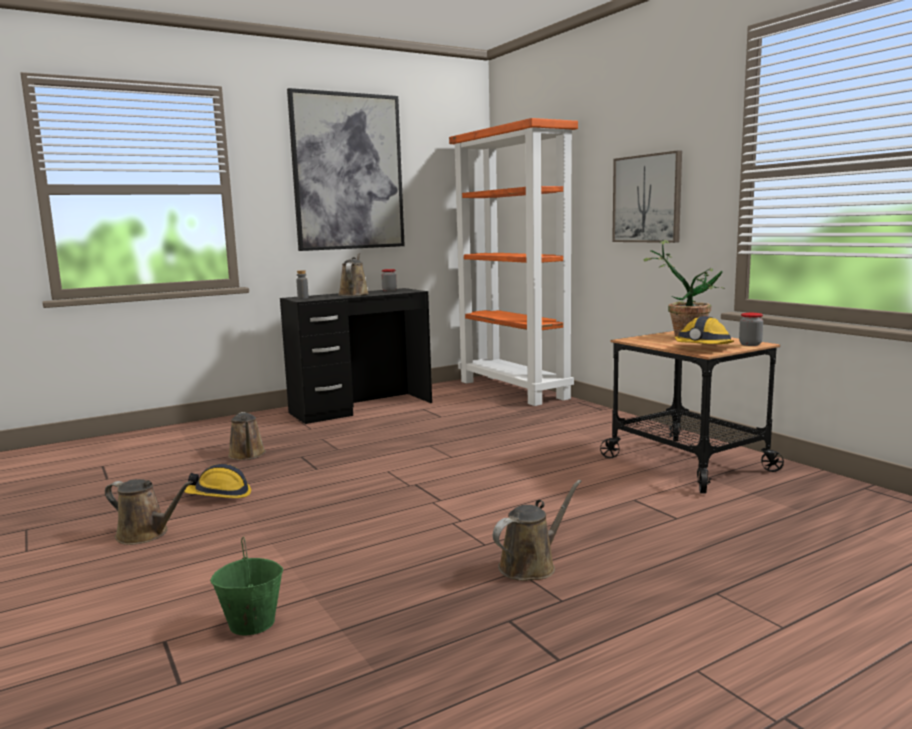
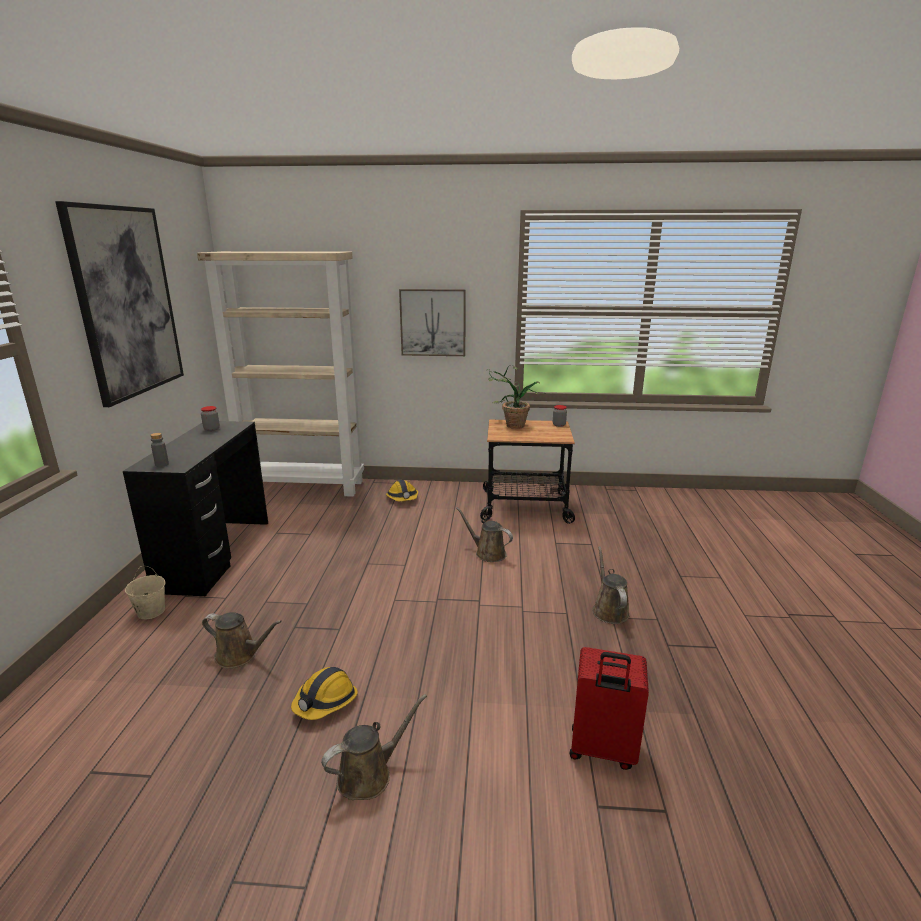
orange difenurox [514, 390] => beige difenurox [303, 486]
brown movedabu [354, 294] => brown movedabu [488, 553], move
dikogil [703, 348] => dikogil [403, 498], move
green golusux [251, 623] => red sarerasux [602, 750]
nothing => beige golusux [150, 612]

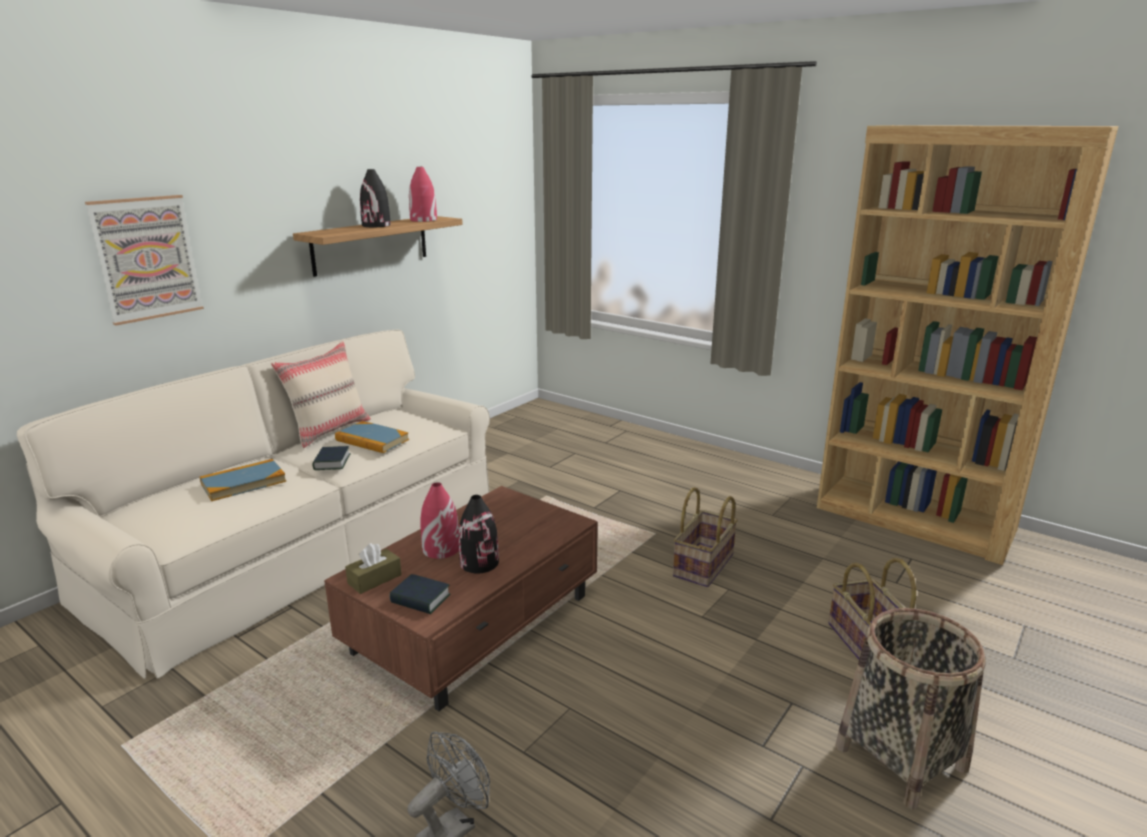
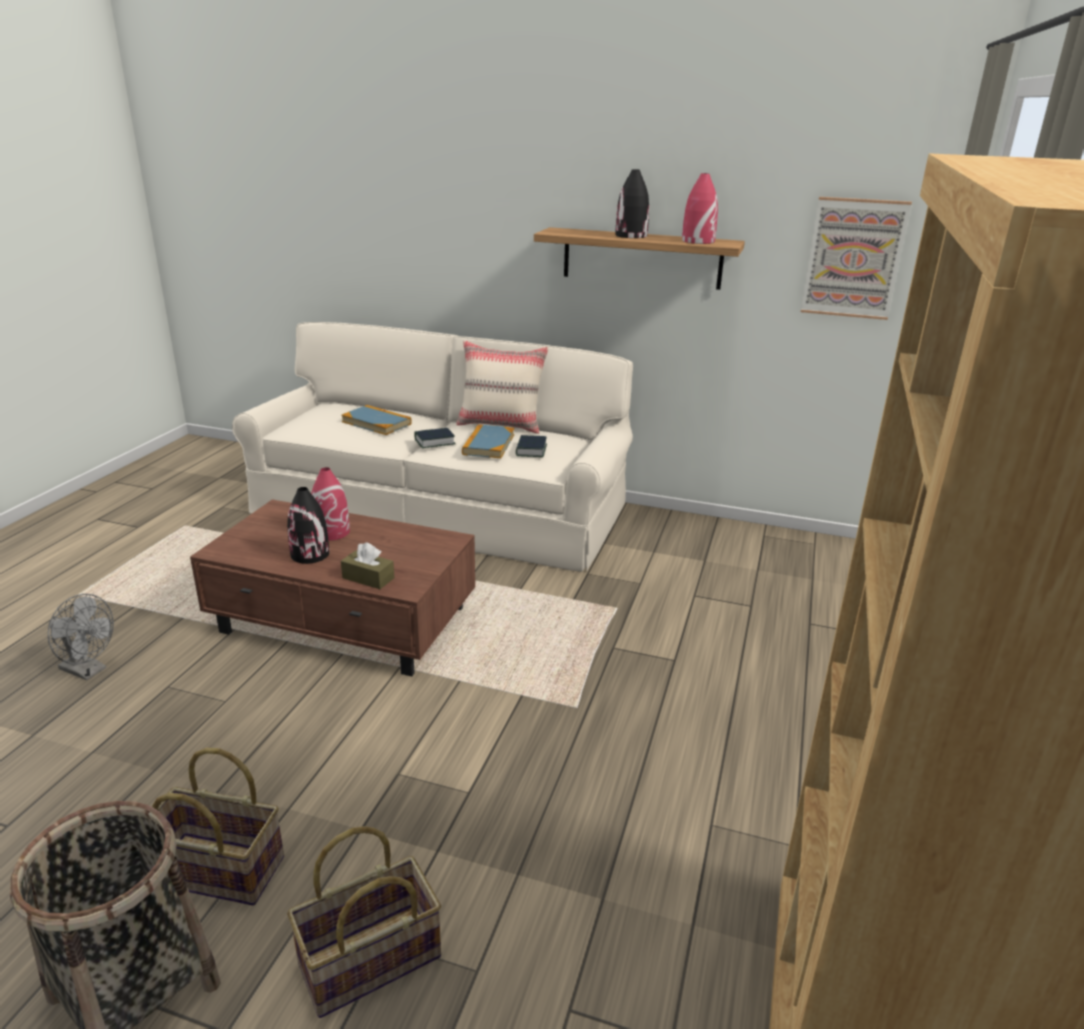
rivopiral [146, 258] => rivopiral [853, 258], move
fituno [704, 566] => fituno [216, 871], move
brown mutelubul [374, 579] => brown mutelubul [368, 578], move
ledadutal [420, 599] => ledadutal [531, 450], move

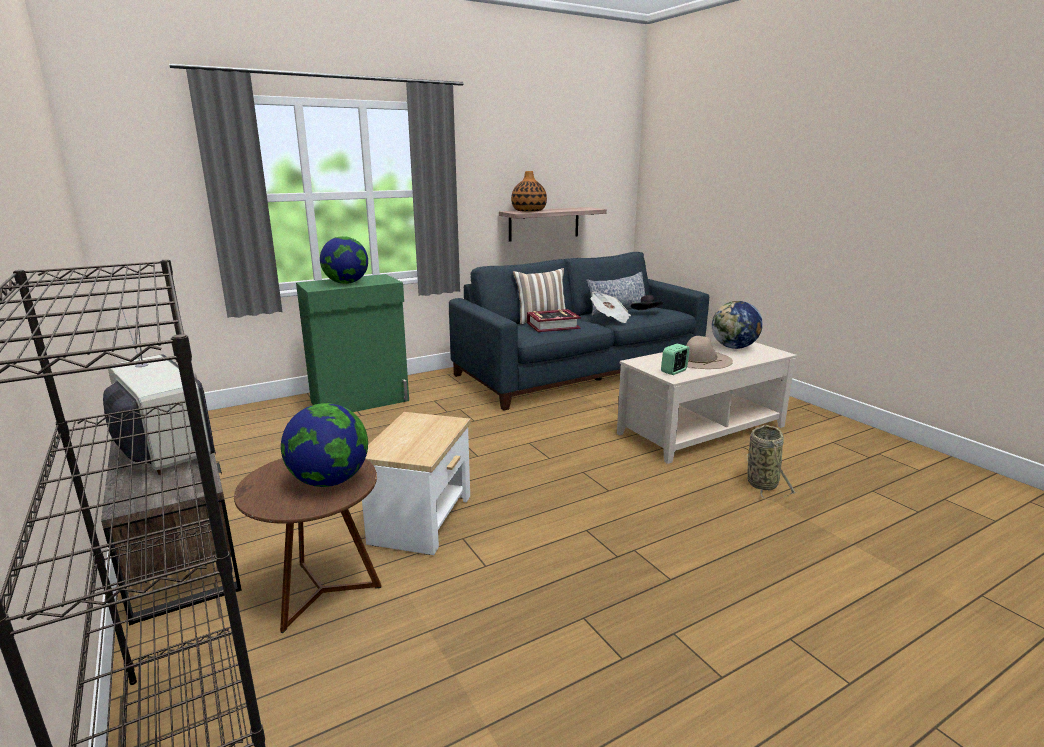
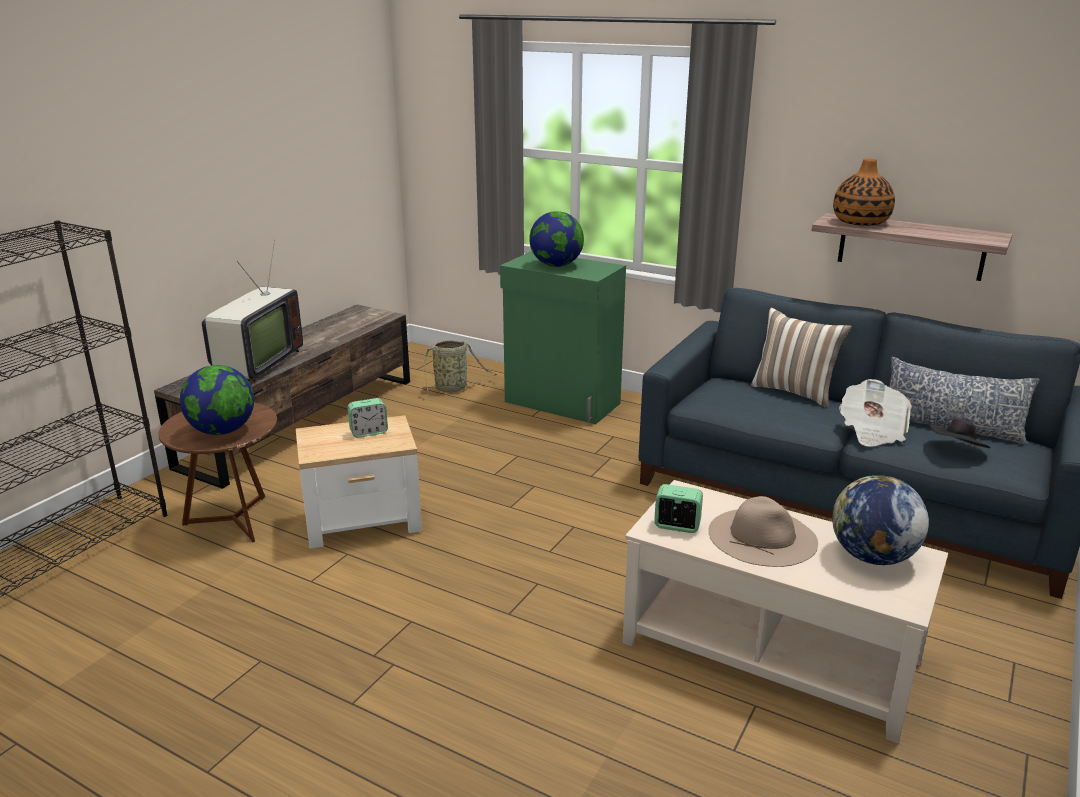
ledadutal [553, 326] => nothing
fituno [761, 482] => fituno [453, 388], move
nothing => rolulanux [369, 432]

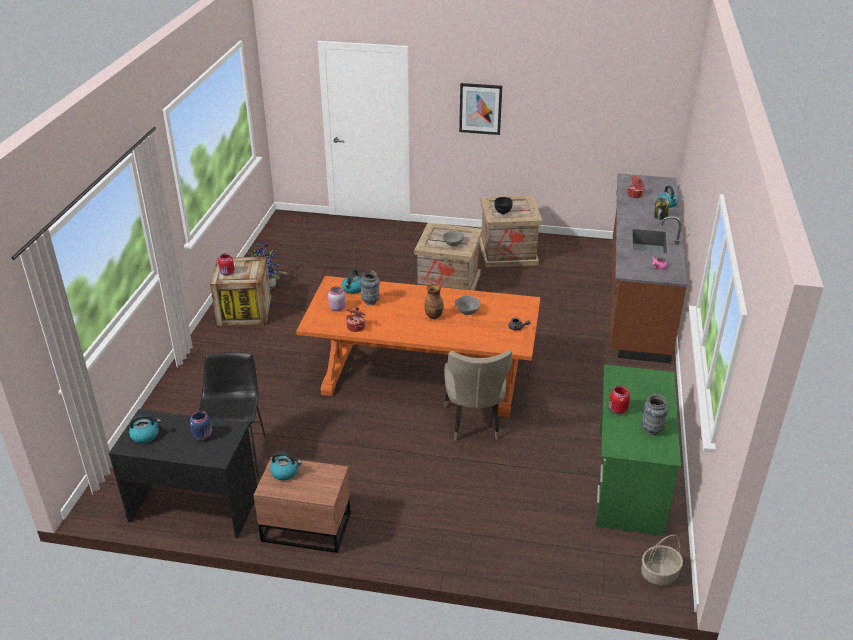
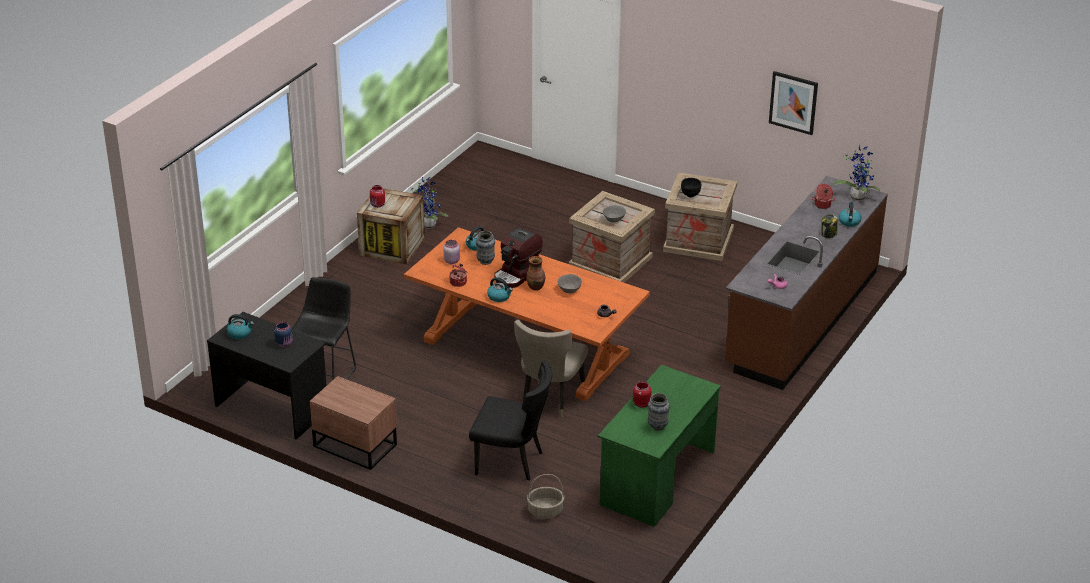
rivopiral [480, 108] => rivopiral [793, 102], move
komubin [285, 472] => komubin [499, 297], move
fituno [659, 574] => fituno [545, 511], move
nothing => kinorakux [857, 196]
nothing => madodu [517, 275]
nothing => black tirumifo [512, 462]

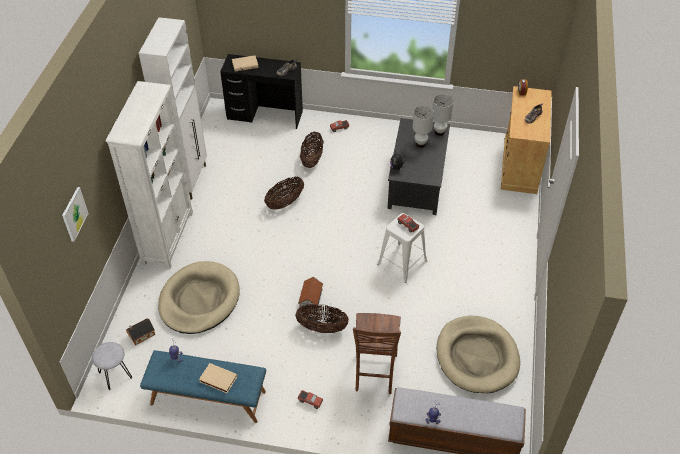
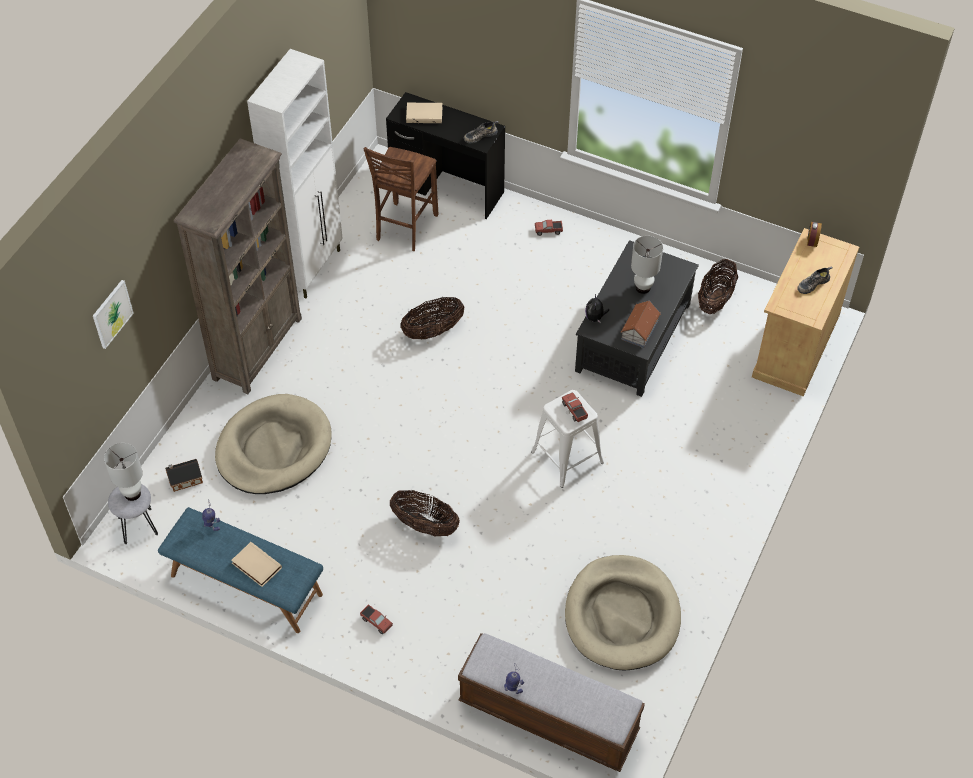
white difenurox [168, 237] => brown difenurox [258, 348]
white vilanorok [440, 132] => white vilanorok [133, 494], move
fituno [312, 159] => fituno [715, 300], move
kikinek [310, 299] => kikinek [639, 330], move
brown tirumifo [374, 373] => brown tirumifo [404, 228], move

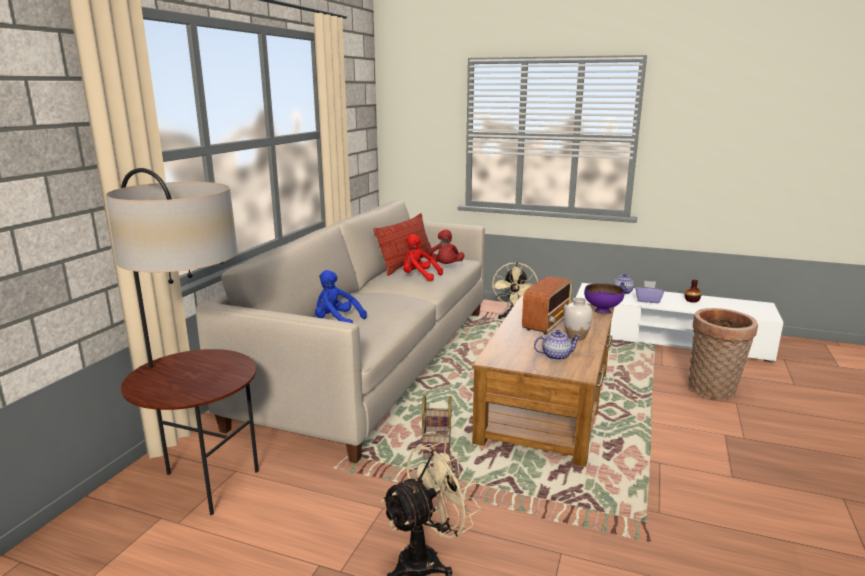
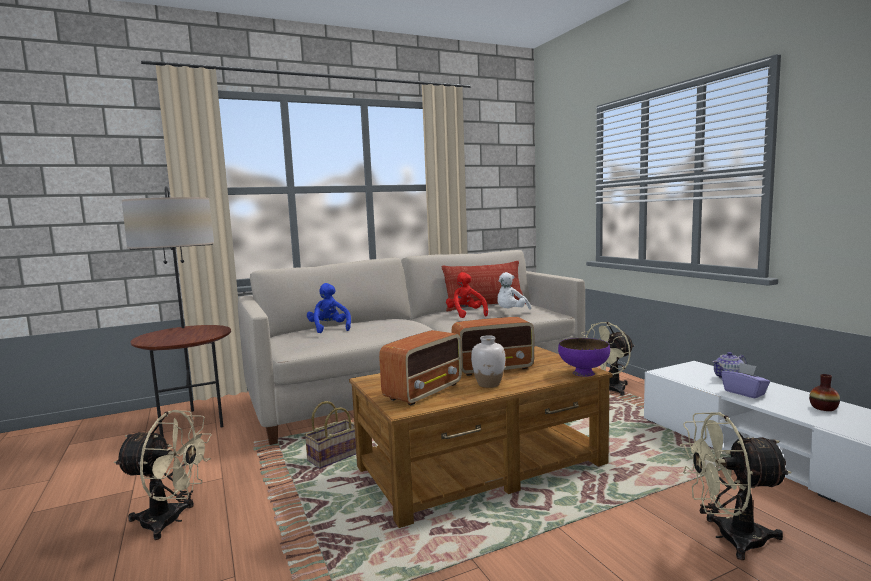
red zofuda [445, 267] => white zofuda [511, 312]
fituno [713, 391] => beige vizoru [729, 538]
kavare [555, 356] => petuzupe [424, 391]

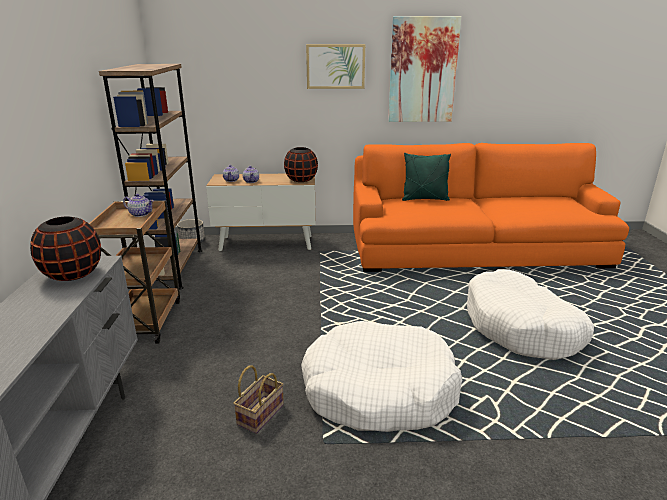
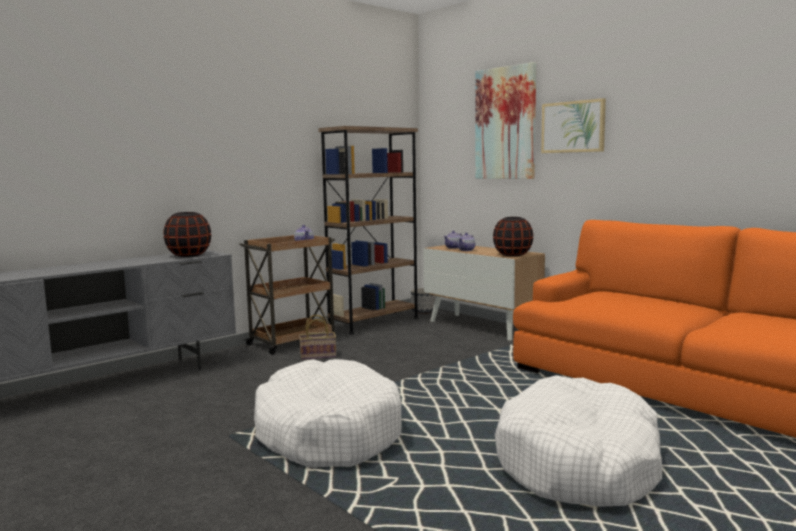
rivopiral [423, 71] => rivopiral [505, 123], move
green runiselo [424, 199] => nothing
fituno [260, 413] => fituno [319, 355], move

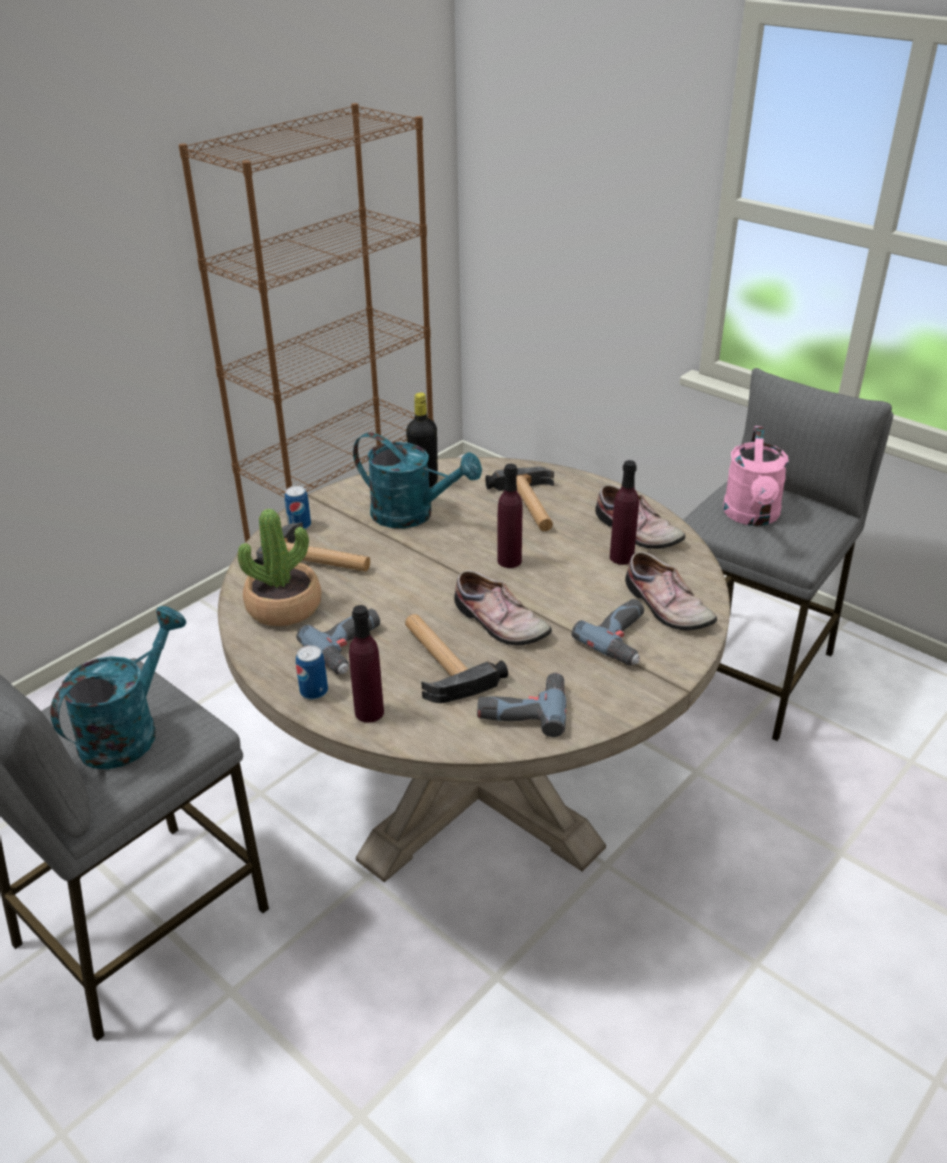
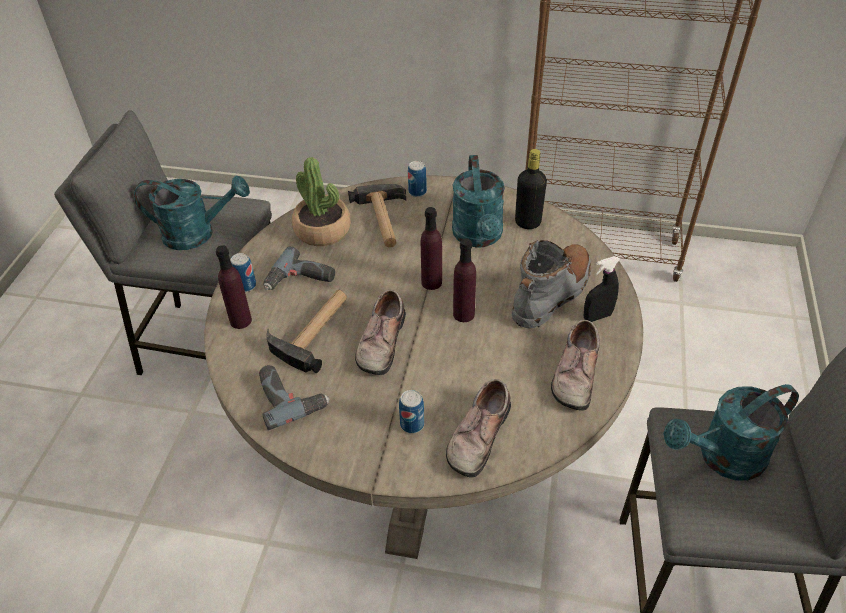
pink movedabu [752, 516] => turquoise movedabu [722, 458]
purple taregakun [621, 557] => purple taregakun [431, 282], move
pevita [531, 505] => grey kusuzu [552, 294]
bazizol [624, 639] => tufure [412, 424]
nothing => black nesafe [597, 316]

